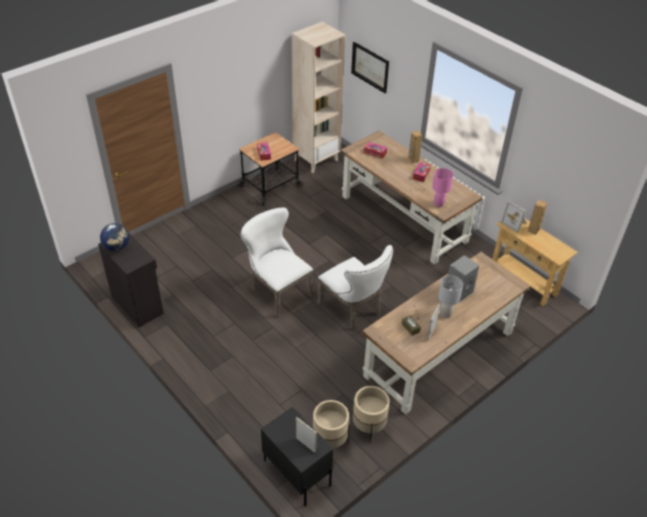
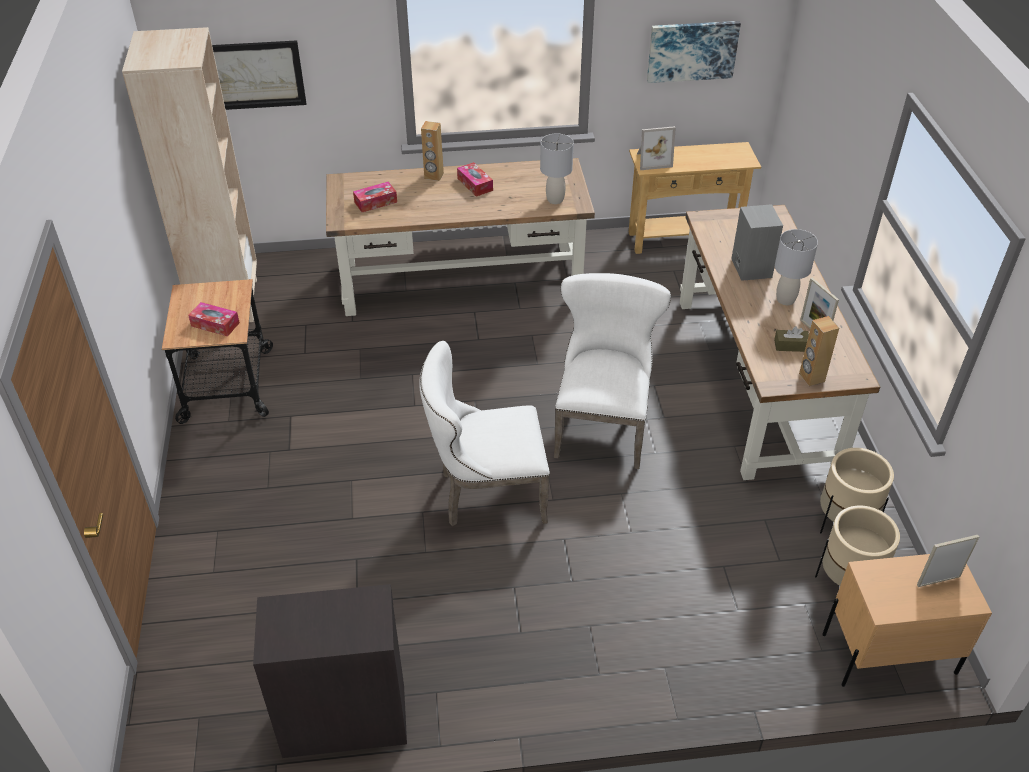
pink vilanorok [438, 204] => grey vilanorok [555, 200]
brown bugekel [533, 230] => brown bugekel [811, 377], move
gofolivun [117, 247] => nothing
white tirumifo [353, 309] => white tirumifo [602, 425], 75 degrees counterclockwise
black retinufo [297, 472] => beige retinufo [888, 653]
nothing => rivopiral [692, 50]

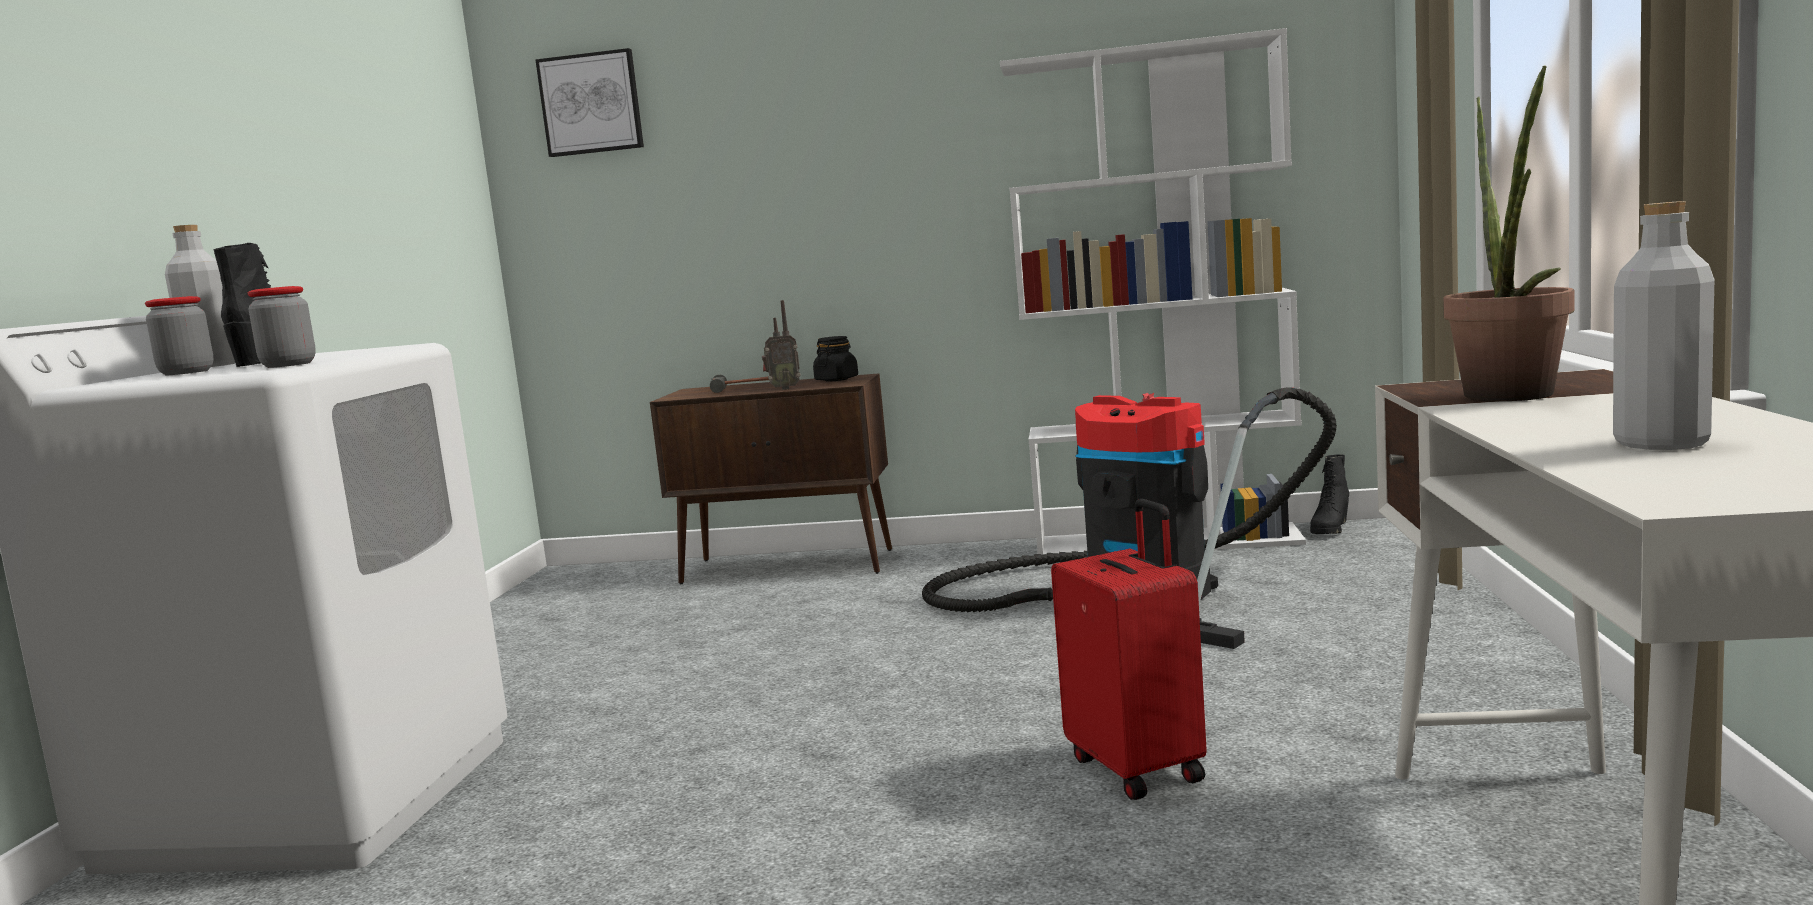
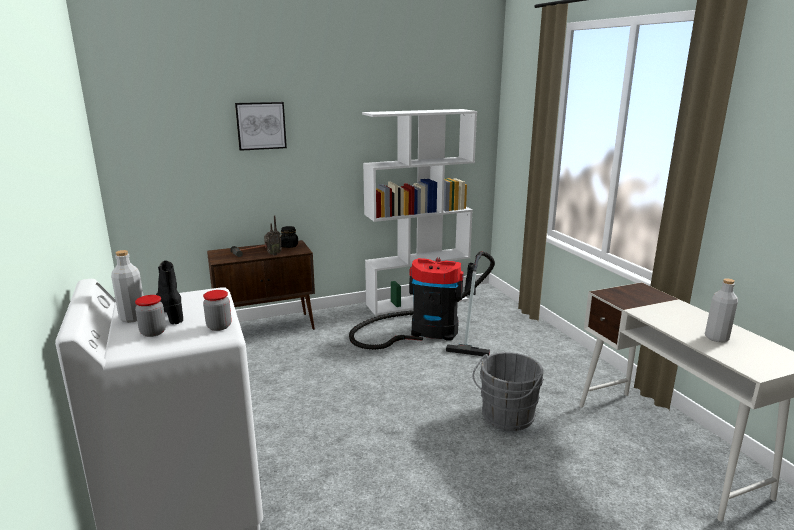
rivopiral [591, 103] => rivopiral [261, 125], move
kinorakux [1512, 398] => nothing
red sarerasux [1138, 768] => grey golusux [506, 417]

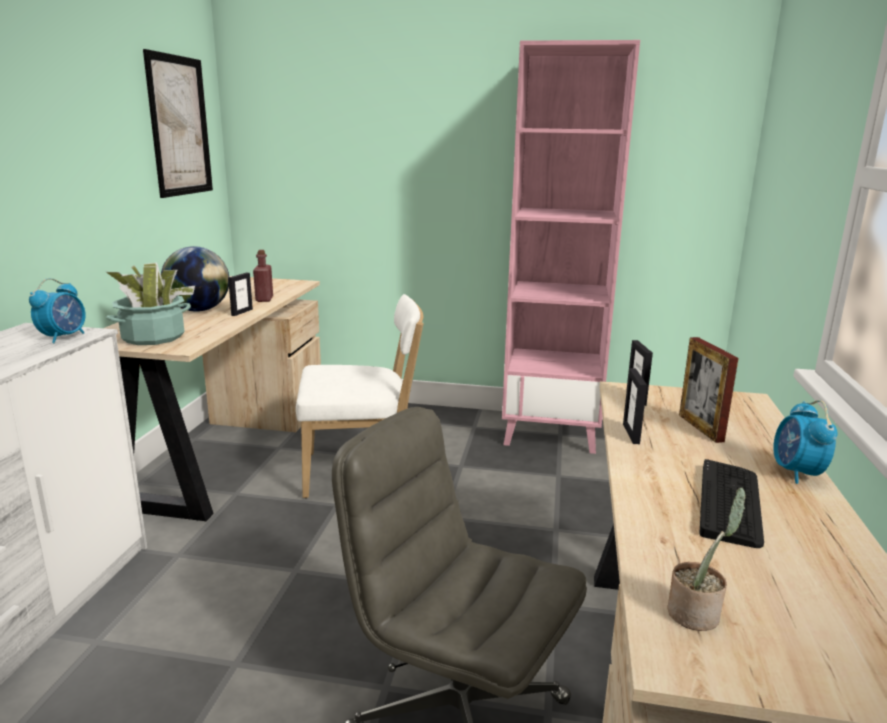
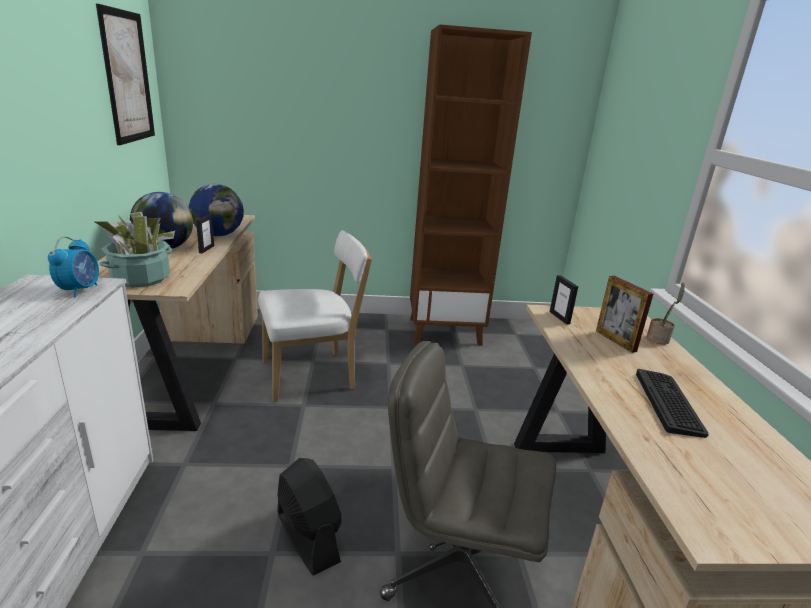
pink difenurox [551, 433] => brown difenurox [445, 331]
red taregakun [264, 299] => gofolivun [218, 235]
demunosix [631, 434] => nothing
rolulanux [796, 473] => nothing
kinorakux [697, 613] => kinorakux [659, 339], move
nothing => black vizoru [307, 537]

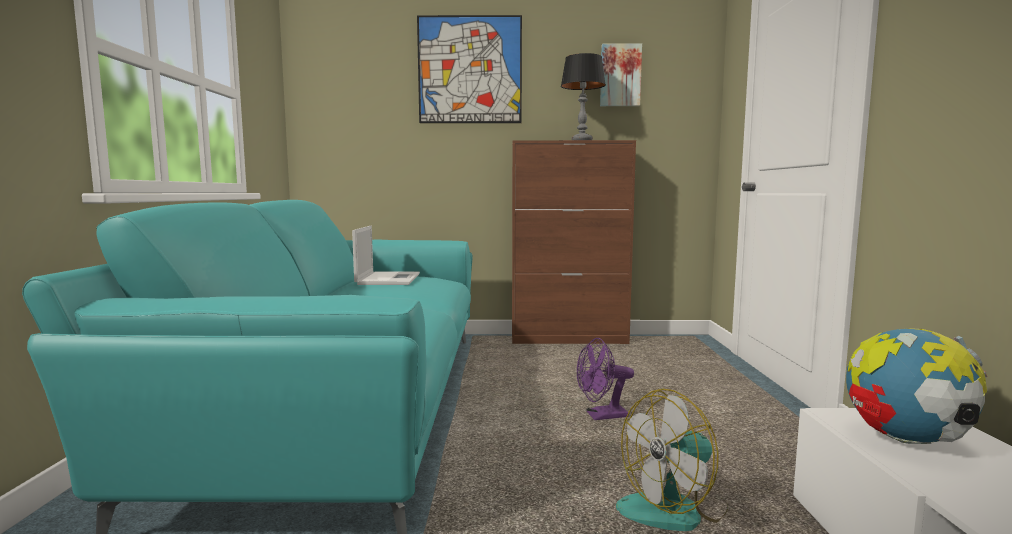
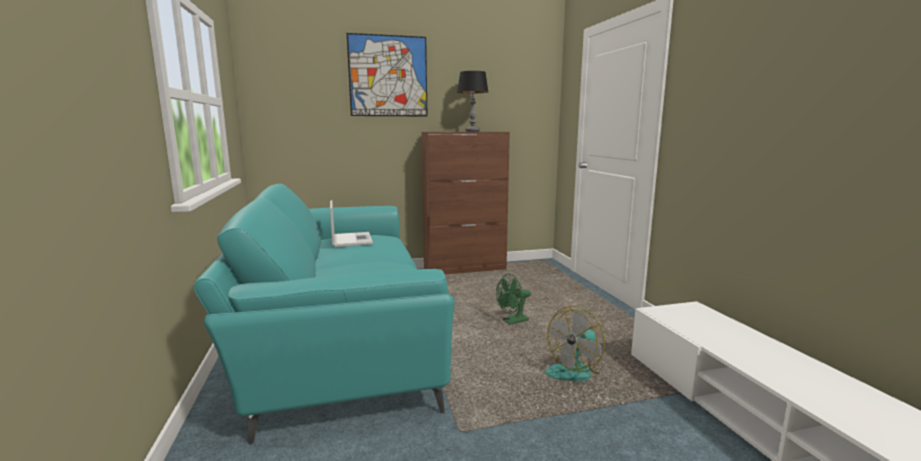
rivopiral [620, 75] => nothing
gofolivun [906, 440] => nothing
purple vizoru [601, 416] => green vizoru [512, 322]

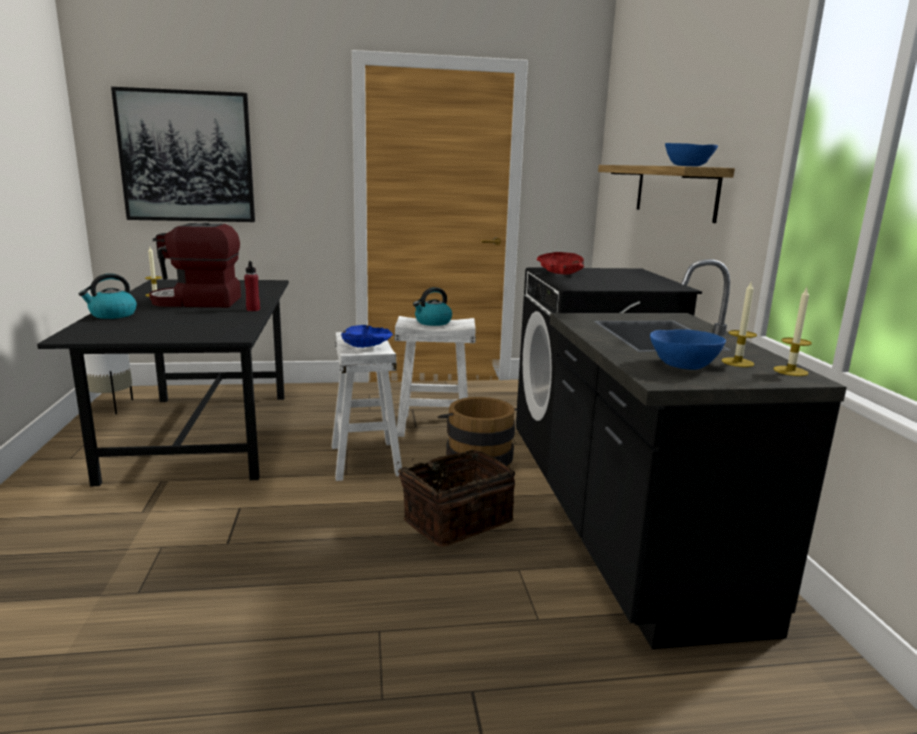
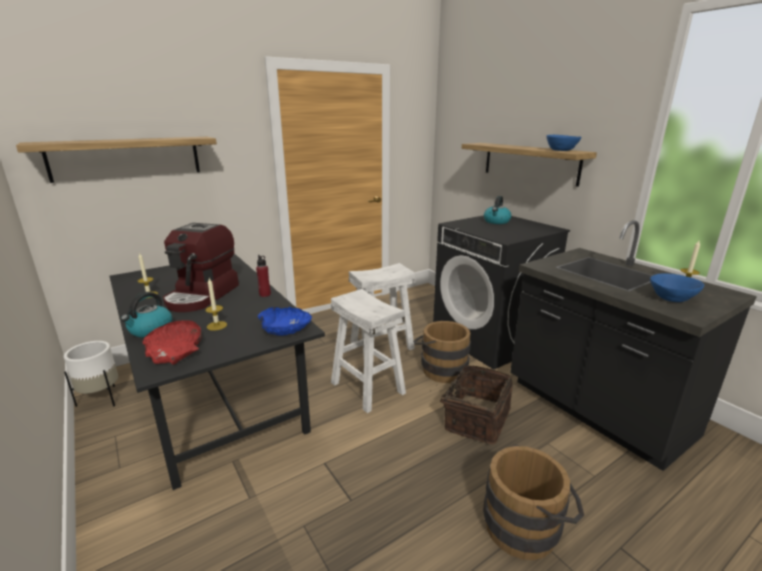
rivopiral [187, 157] => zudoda [126, 158]
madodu [197, 302] => madodu [202, 295], 45 degrees counterclockwise
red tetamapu [560, 272] => red tetamapu [176, 351], move
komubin [432, 322] => komubin [496, 221], move
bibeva [790, 371] => bibeva [217, 326], move
blue tetamapu [366, 344] => blue tetamapu [285, 329], move
nothing => brown golusux [527, 526]

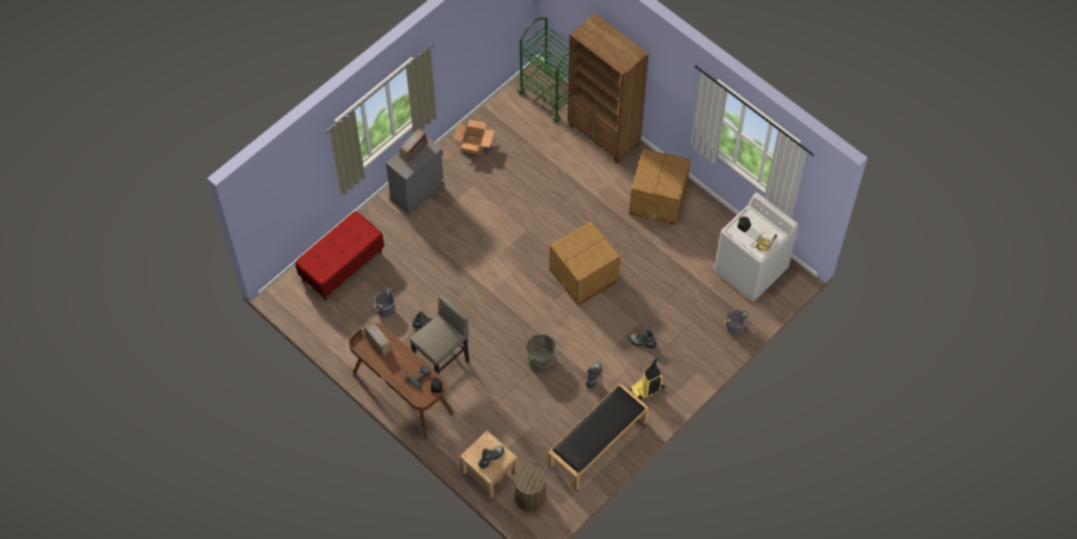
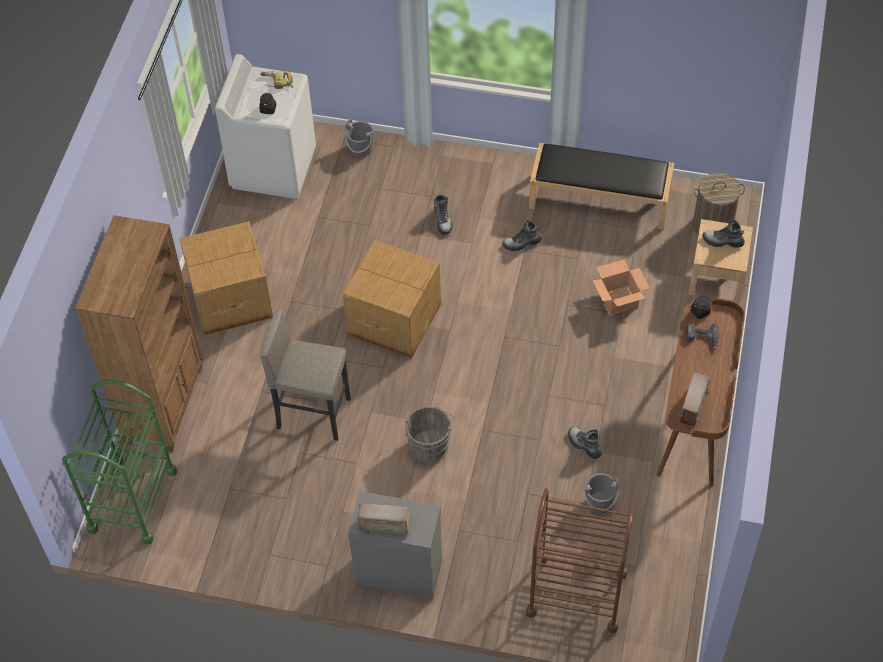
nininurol [474, 145] => nininurol [618, 301], move
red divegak [342, 266] => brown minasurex [576, 594]
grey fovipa [442, 364] => grey fovipa [313, 413], move
grey golusux [542, 361] => grey golusux [429, 444], move
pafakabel [647, 389] => nothing

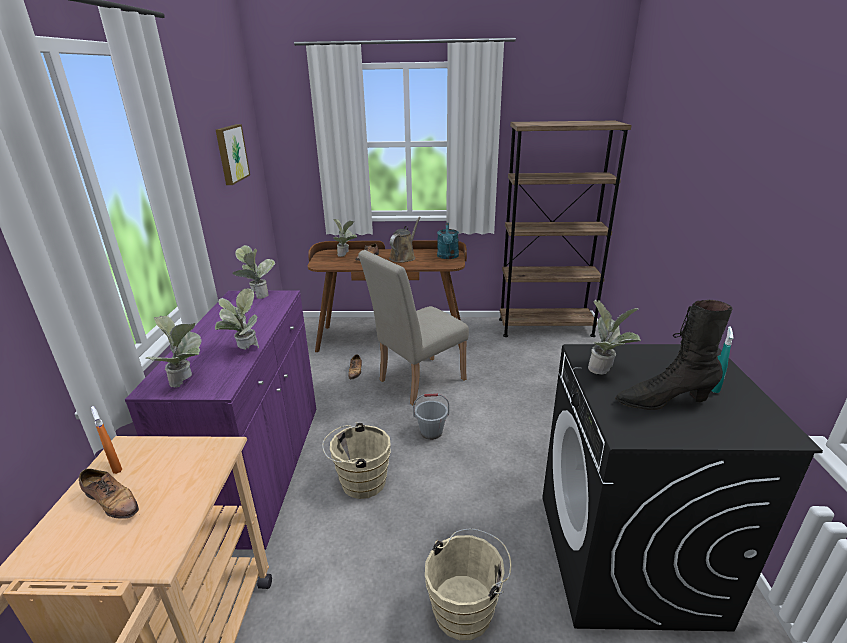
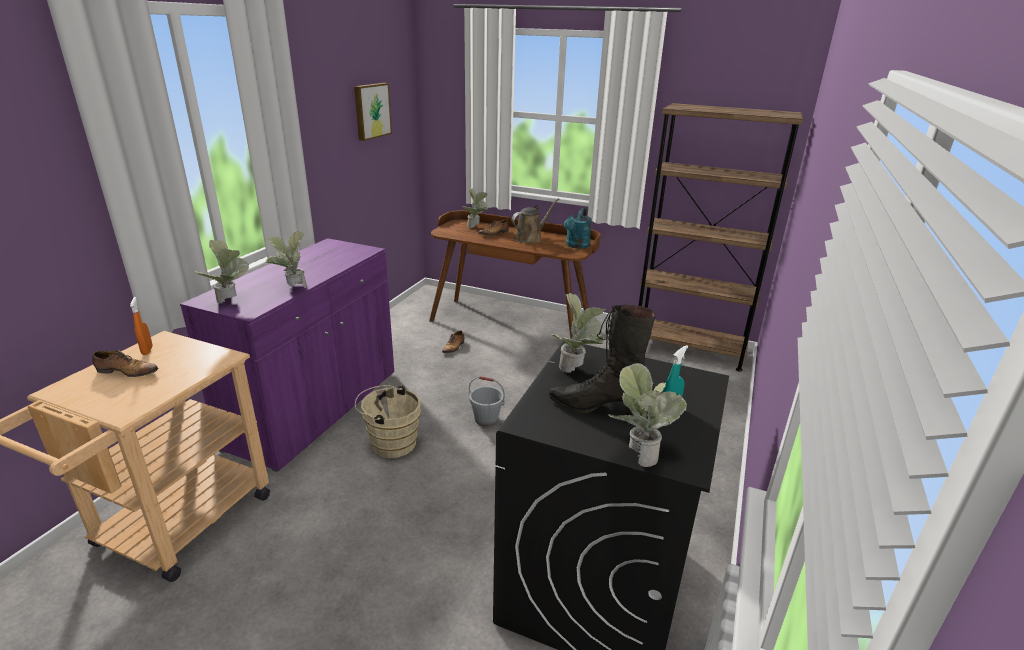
kinorakux [257, 295] => kinorakux [637, 453], move
beige tirumifo [416, 382] => nothing
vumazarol [112, 501] => vumazarol [127, 372], 45 degrees counterclockwise
beige golusux [466, 608] => nothing

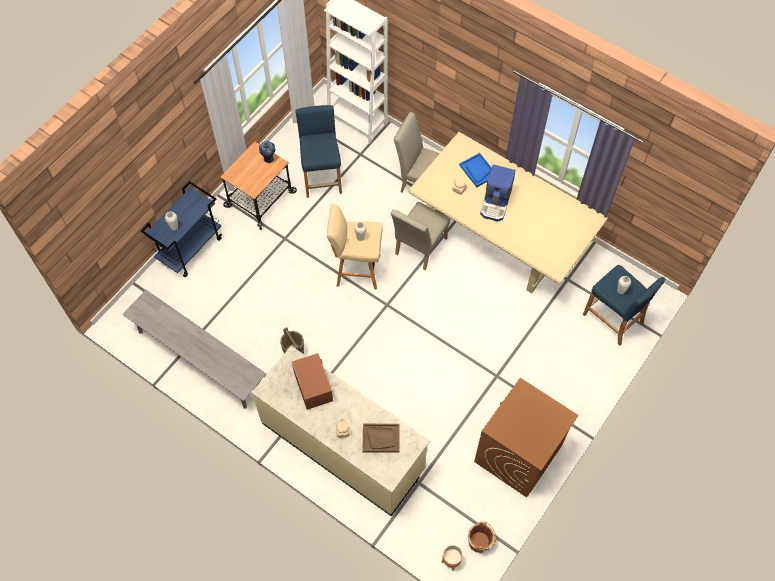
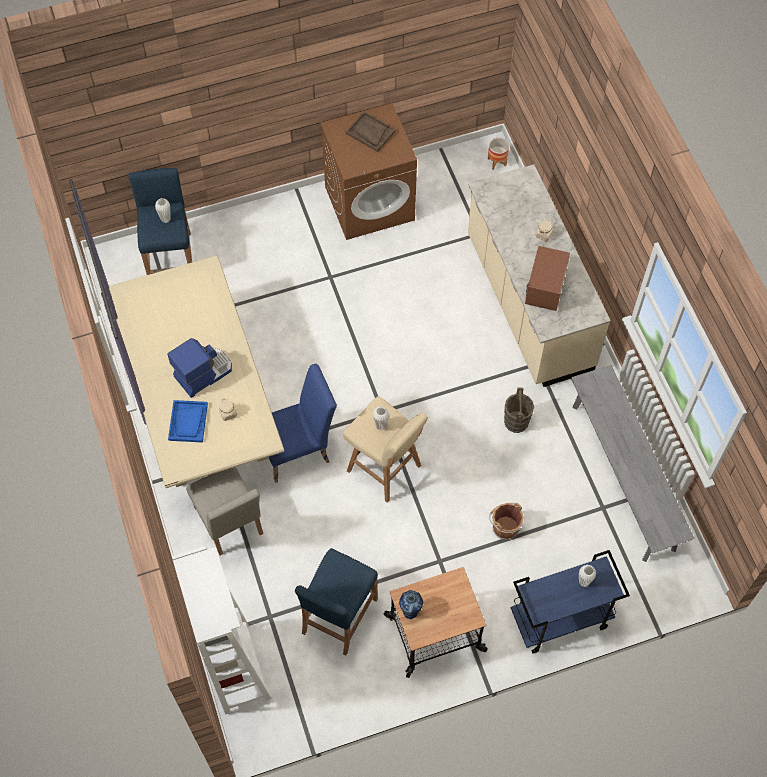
beige tirumifo [418, 249] => blue tirumifo [299, 451]
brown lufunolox [381, 438] => brown lufunolox [370, 132], move
brown golusux [480, 542] => brown golusux [504, 527], move

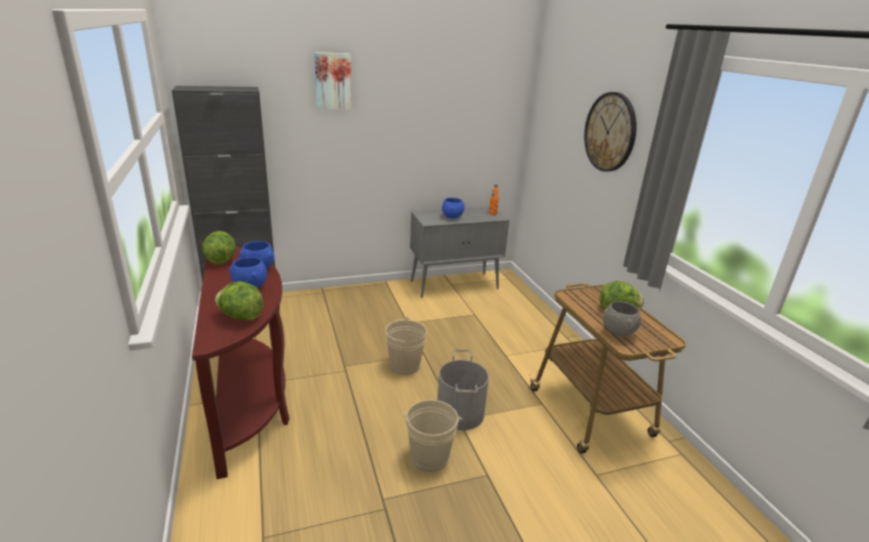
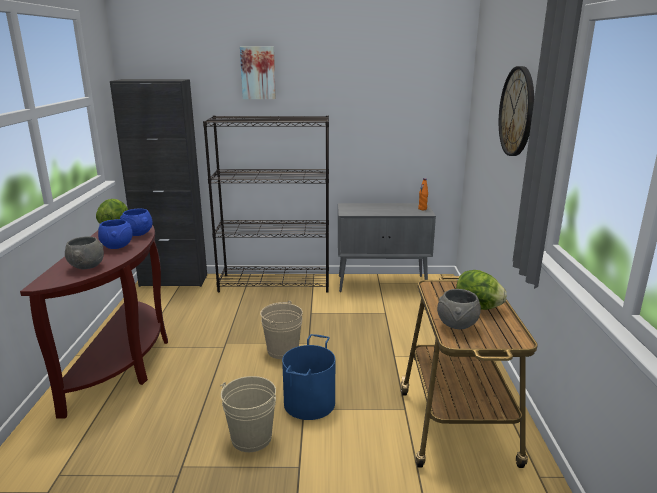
blue tetamapu [452, 217] => nothing
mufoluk [241, 317] => grey tetamapu [86, 268]
grey golusux [461, 413] => blue golusux [310, 403]
nothing => black difenurox [275, 283]

